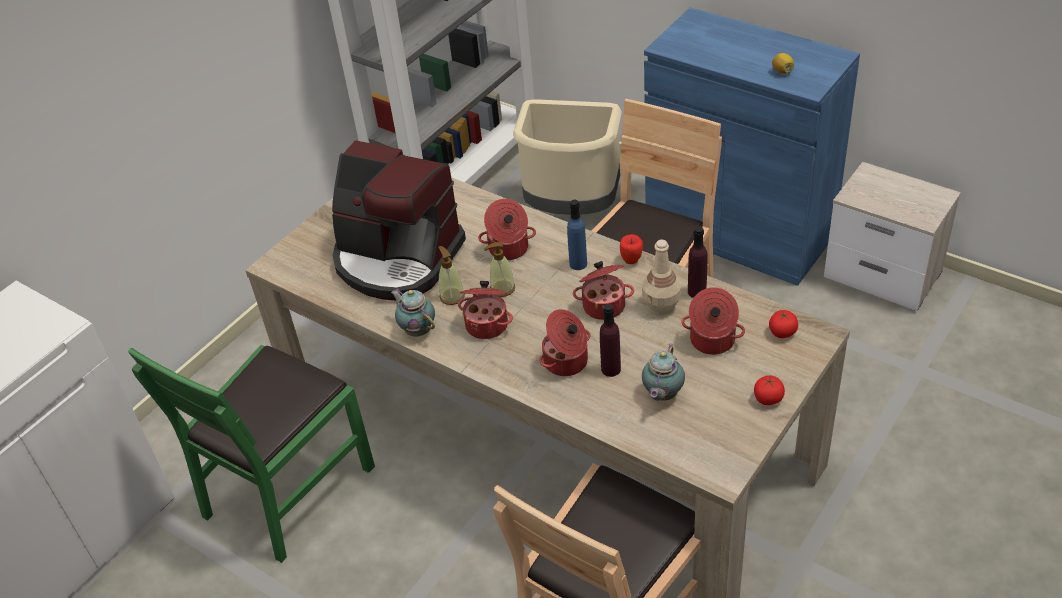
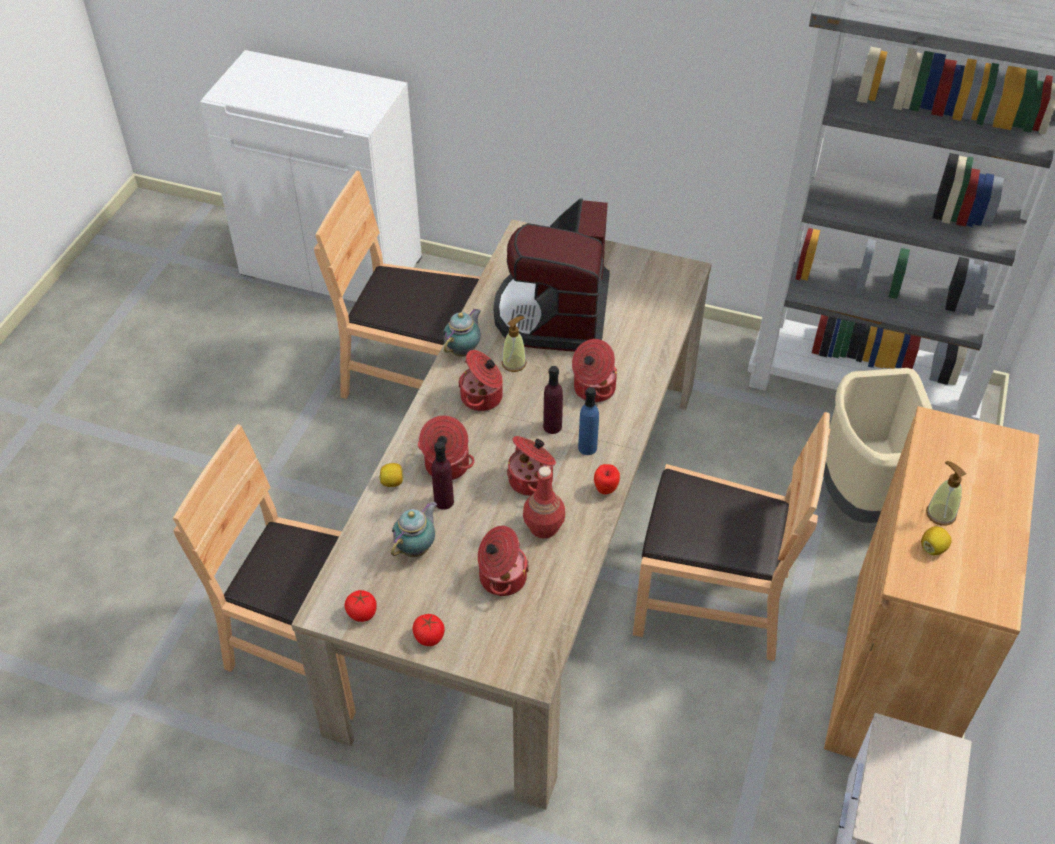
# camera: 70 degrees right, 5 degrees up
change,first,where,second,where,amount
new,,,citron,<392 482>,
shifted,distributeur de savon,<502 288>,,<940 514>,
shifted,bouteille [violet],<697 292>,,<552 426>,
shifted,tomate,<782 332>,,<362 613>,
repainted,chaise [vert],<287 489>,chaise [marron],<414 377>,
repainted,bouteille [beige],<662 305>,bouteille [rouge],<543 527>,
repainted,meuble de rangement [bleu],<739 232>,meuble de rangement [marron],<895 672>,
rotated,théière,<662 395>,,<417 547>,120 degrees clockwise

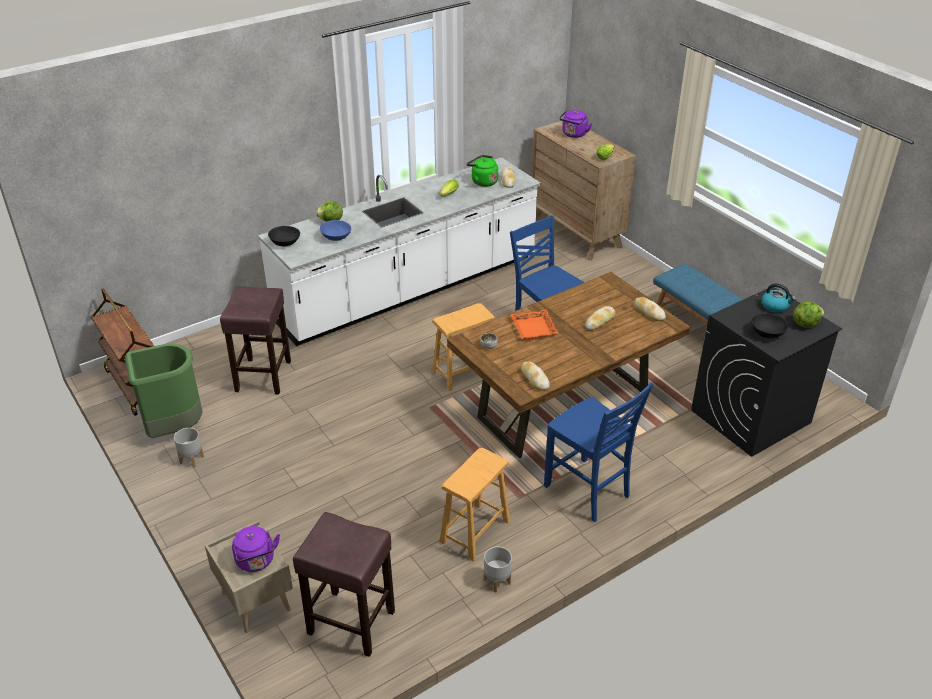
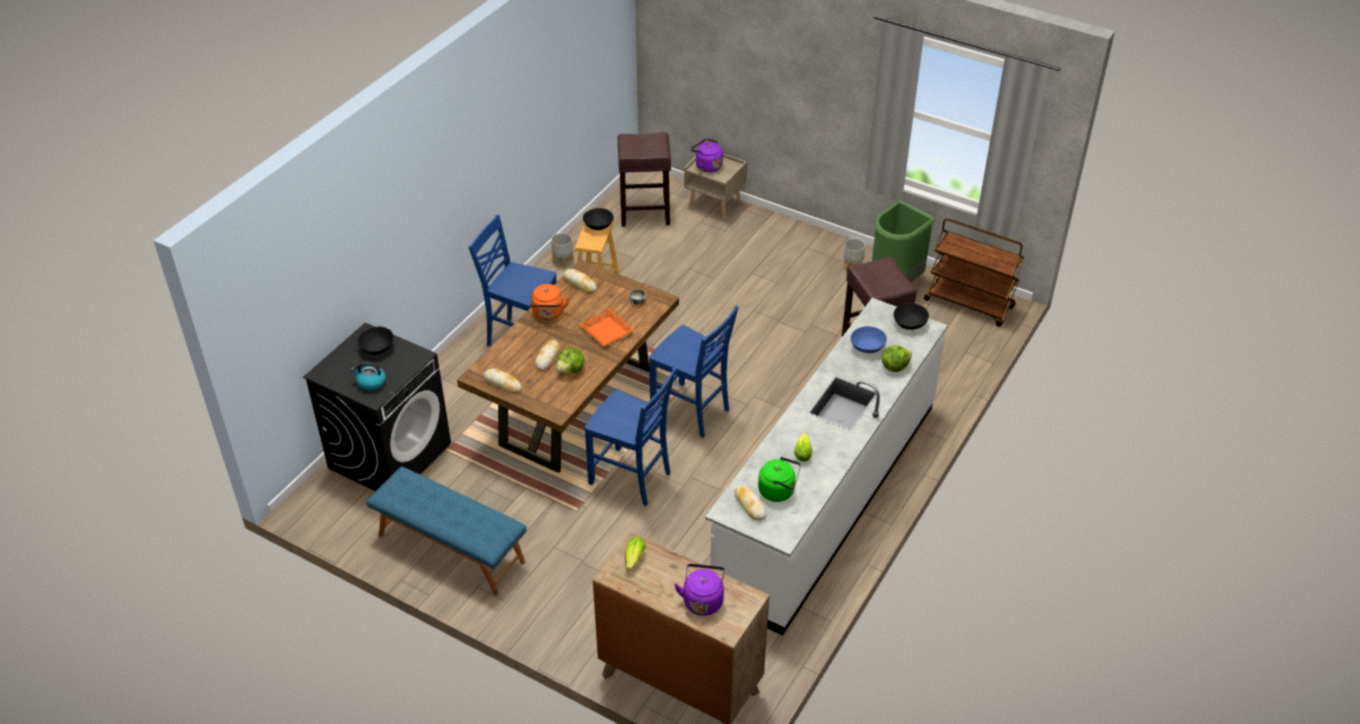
# camera: 155 degrees right, 5 degrees up
change,first,where,second,where,amount
new,,,bouilloire [orange],<548 314>,
new,,,bol [noir],<598 226>,
shifted,laitue,<805 323>,,<571 370>,
swapped,tabouret [marron],<463 372>,chaise [bleu],<692 412>,

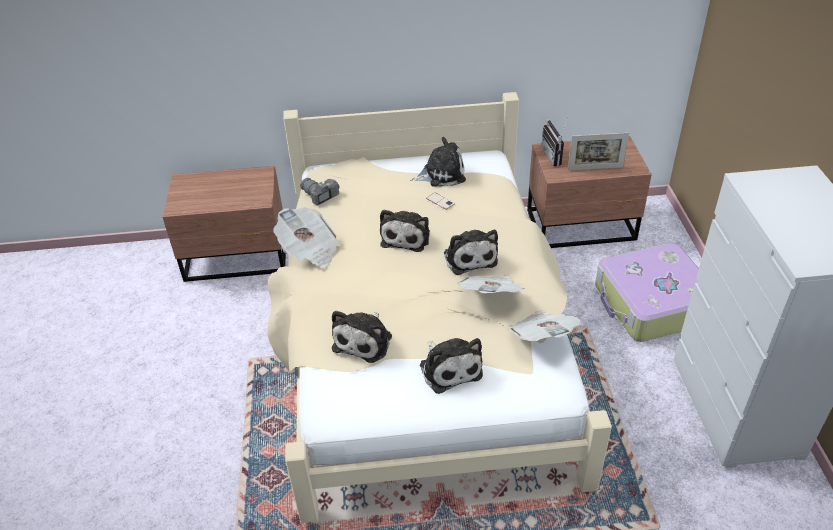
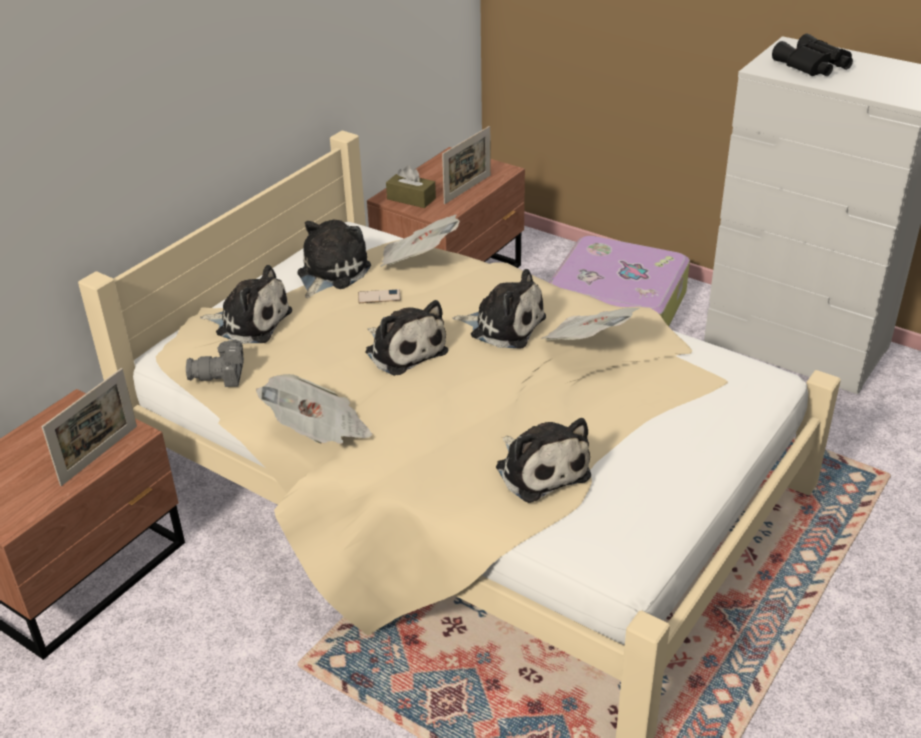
# camera: 50 degrees left, 5 degrees down
change,first,where,second,where,amount
new,,,cadre photo,<99 455>,
new,,,jumelles [noir],<812 66>,
shifted,peluche,<449 368>,,<250 322>,
shifted,journal,<543 337>,,<418 260>,
swapped,radio,<555 156>,boîte à mouchoirs [marron],<411 198>,

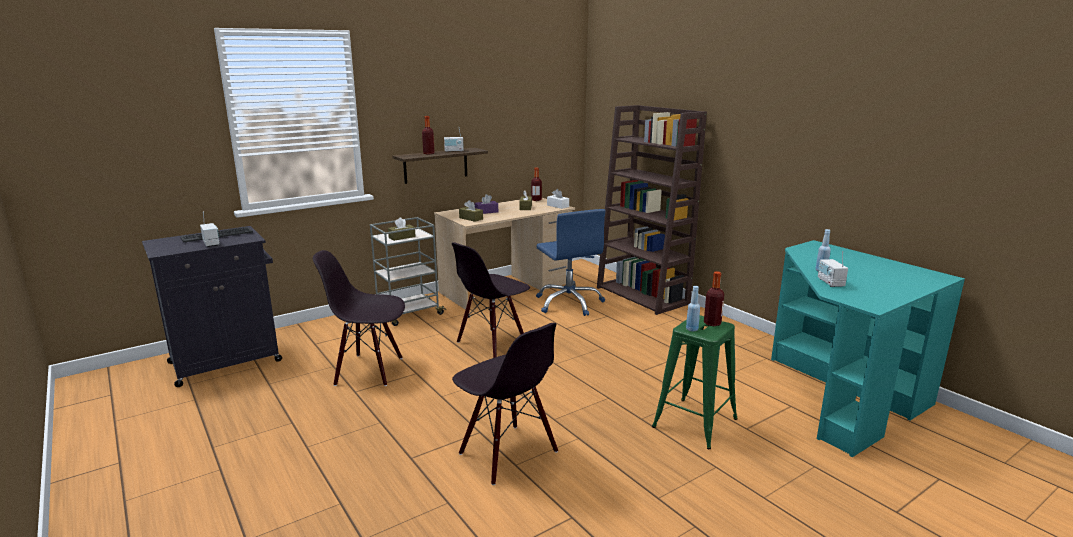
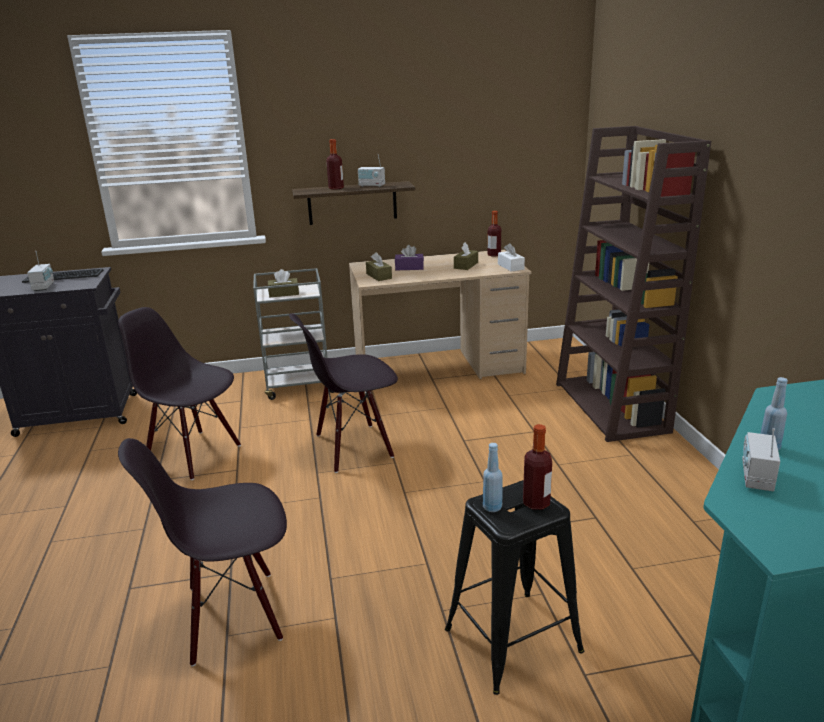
# camera: 25 degrees right, 5 degrees up
change,first,where,second,where,amount
gone,chaise de bureau [bleu],<569 303>,,,
repainted,tabouret [vert],<695 423>,tabouret [noir],<512 640>,
rotated,chaise [noir],<507 453>,,<232 615>,90 degrees clockwise

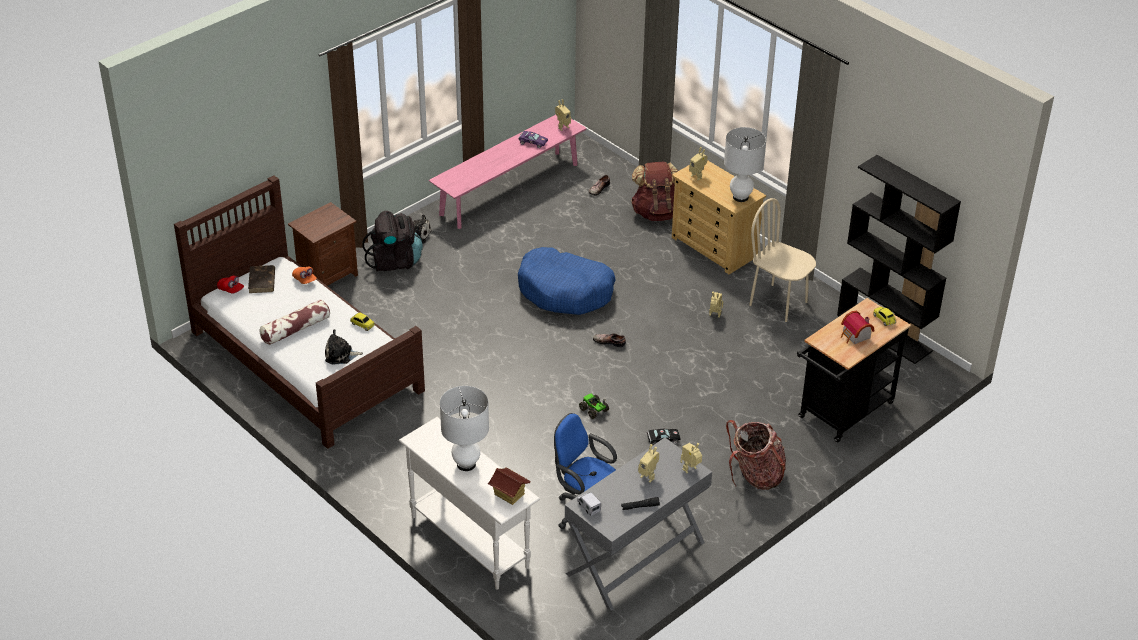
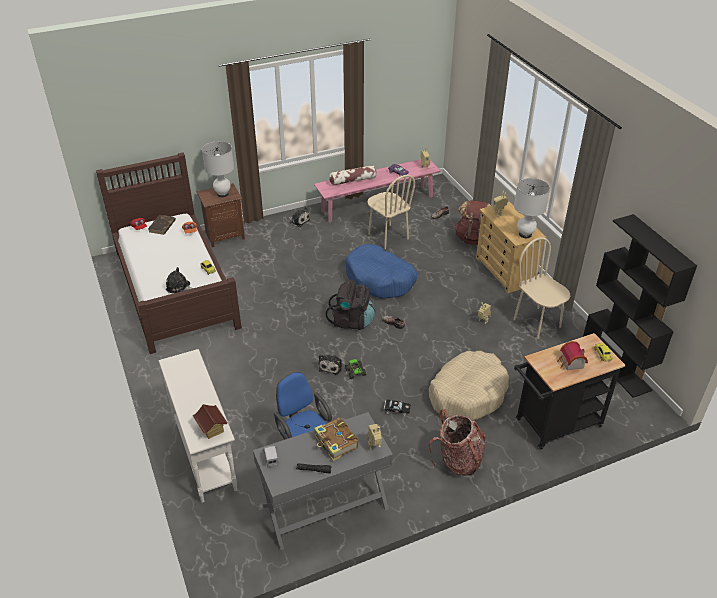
# camera: 20 degrees right, 0 degrees up
change,first,where,second,where,amount
new,,,peluche,<331 366>,
new,,,chaise [beige],<388 236>,
new,,,panier pour chien [beige],<467 393>,
shifted,coussin,<295 329>,,<352 180>,
shifted,sac à dos [noir],<395 261>,,<352 321>,
shifted,lampe de table [blanc],<466 464>,,<223 194>,
swapped,robot jouet,<648 476>,livre,<336 443>,

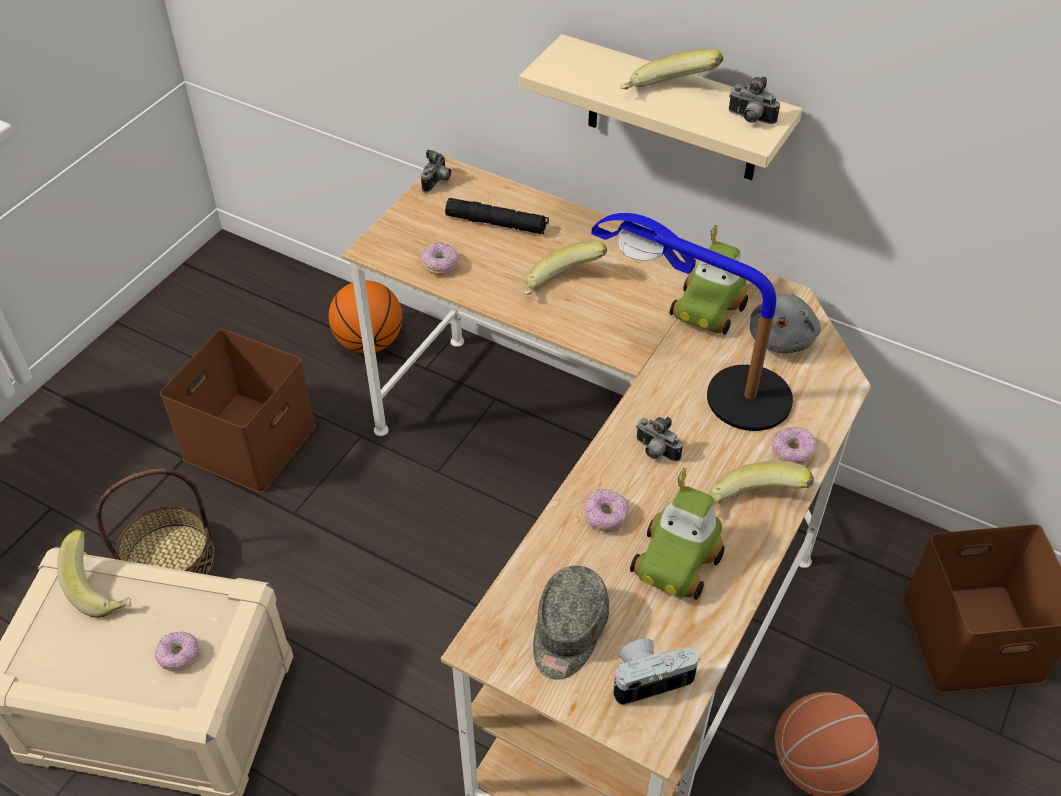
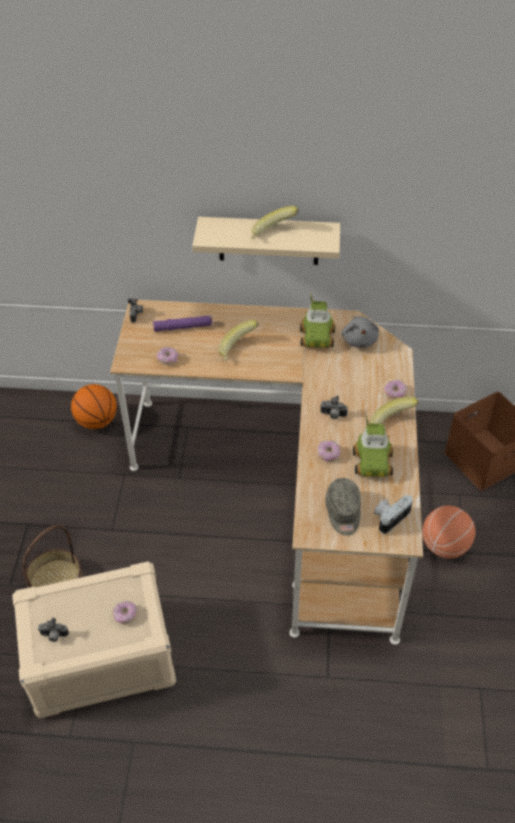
# camera: 25 degrees left, 0 degrees up
change,first,where,second,where,amount
gone,banane,<103 588>,,,
gone,boîte de rangement [marron],<250 444>,,,
gone,lampe de table,<707 379>,,,
shifted,appareil photo,<750 119>,,<54 636>,
repainted,lampe de poche [noir],<496 223>,lampe de poche [violet],<183 327>,

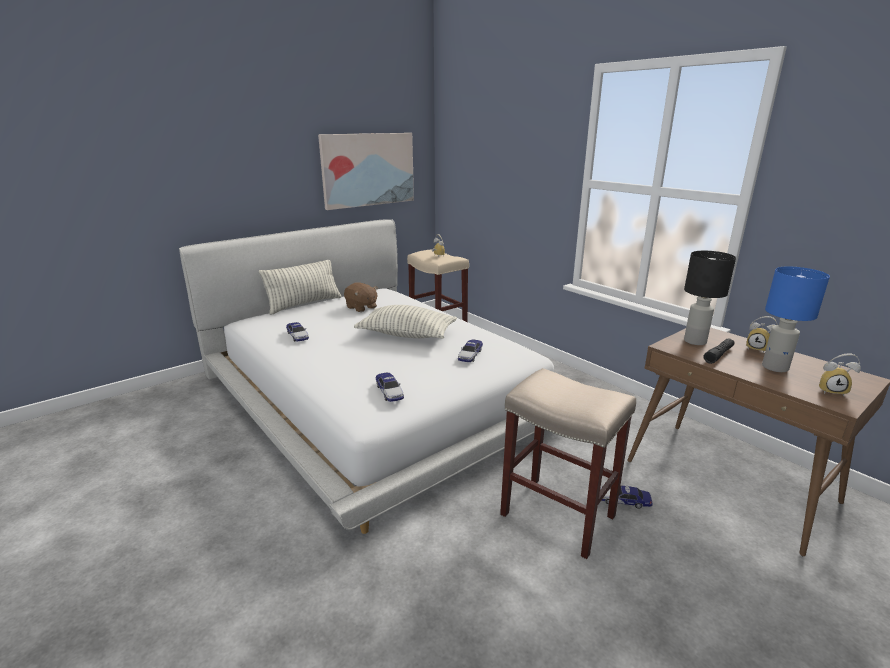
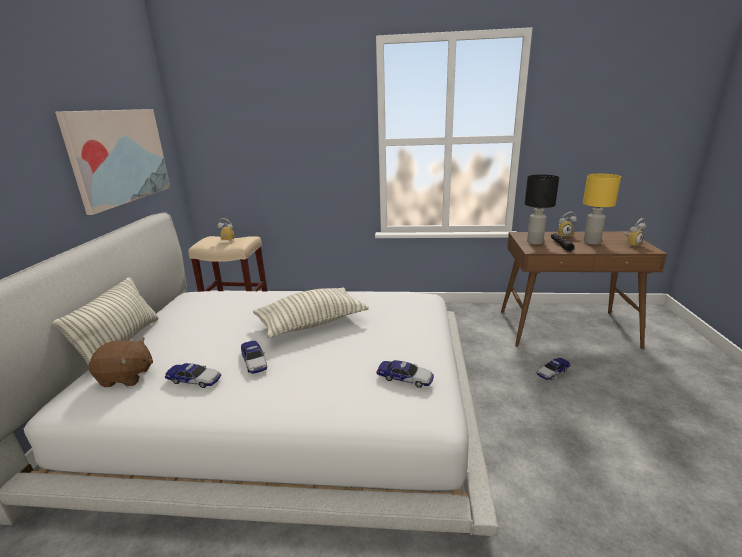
# camera: 45 degrees left, 0 degrees up
change,first,where,second,where,amount
gone,tabouret [beige],<559 515>,,,
shifted,peluche [marron],<361 307>,,<126 377>,
shifted,petite voiture,<470 355>,,<254 361>,
repainted,lampe de table [bleu],<775 367>,lampe de table [jaune],<591 242>,

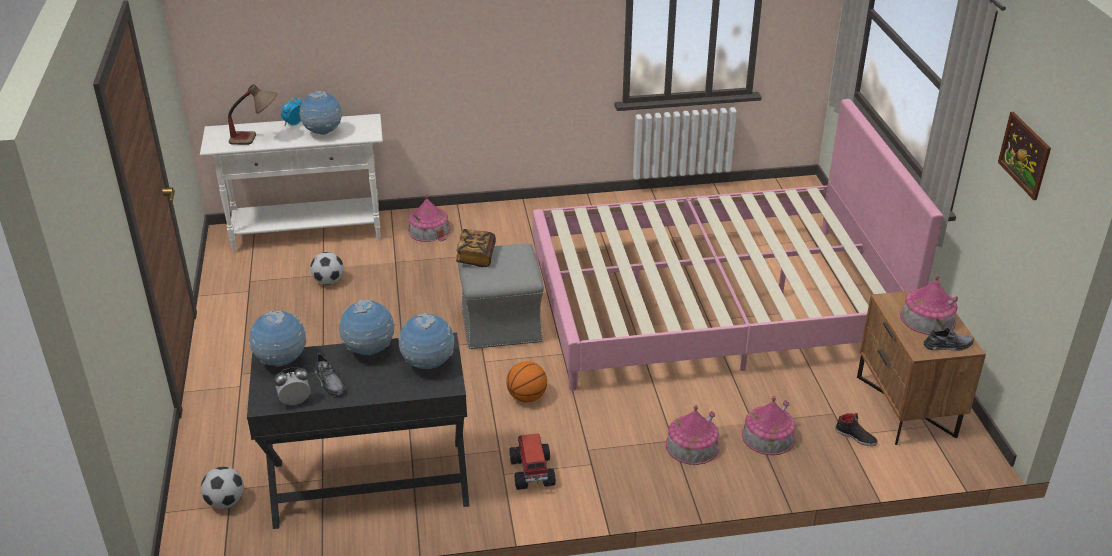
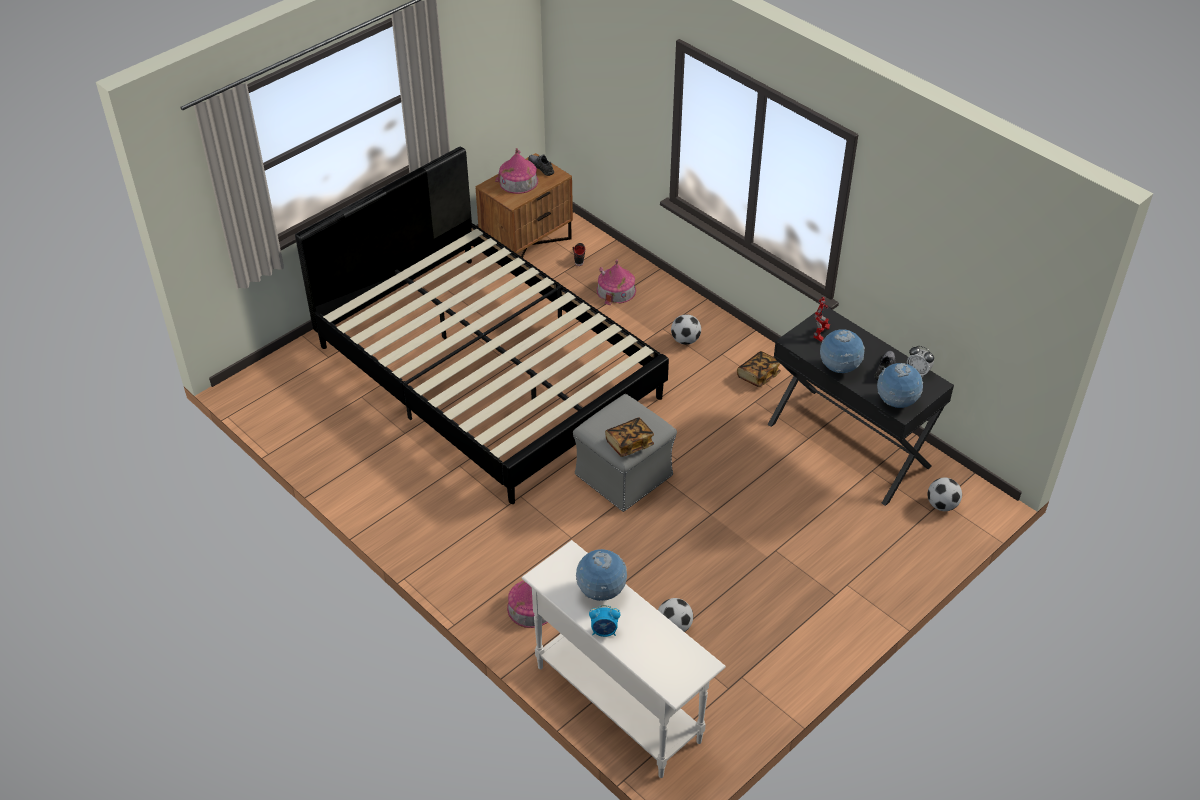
# camera: 125 degrees left, 10 degrees up
change,first,where,second,where,amount
gone,lampe de table,<257 139>,,,
gone,ballon de basket,<527 397>,,,
gone,maison miniature,<692 445>,,,
gone,tableau,<1024 155>,,,
new,,,ballon de foot,<685 340>,
swapped,globe,<428 365>,robot jouet,<820 334>,
swapped,camion jouet,<532 473>,livre,<758 375>,
repainted,lit [rose],<712 304>,lit [noir],<488 370>,

